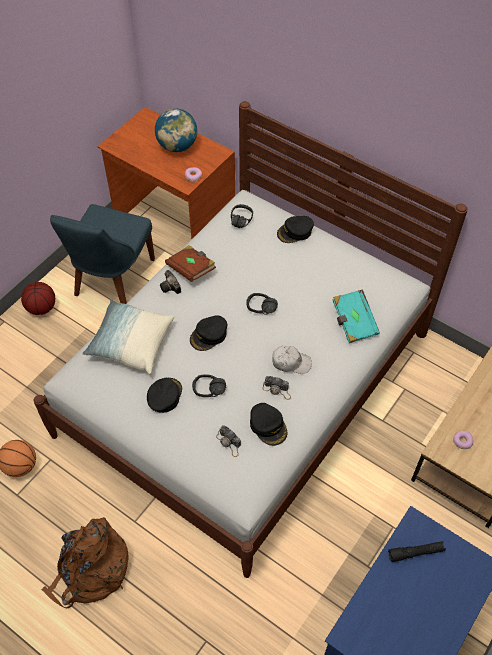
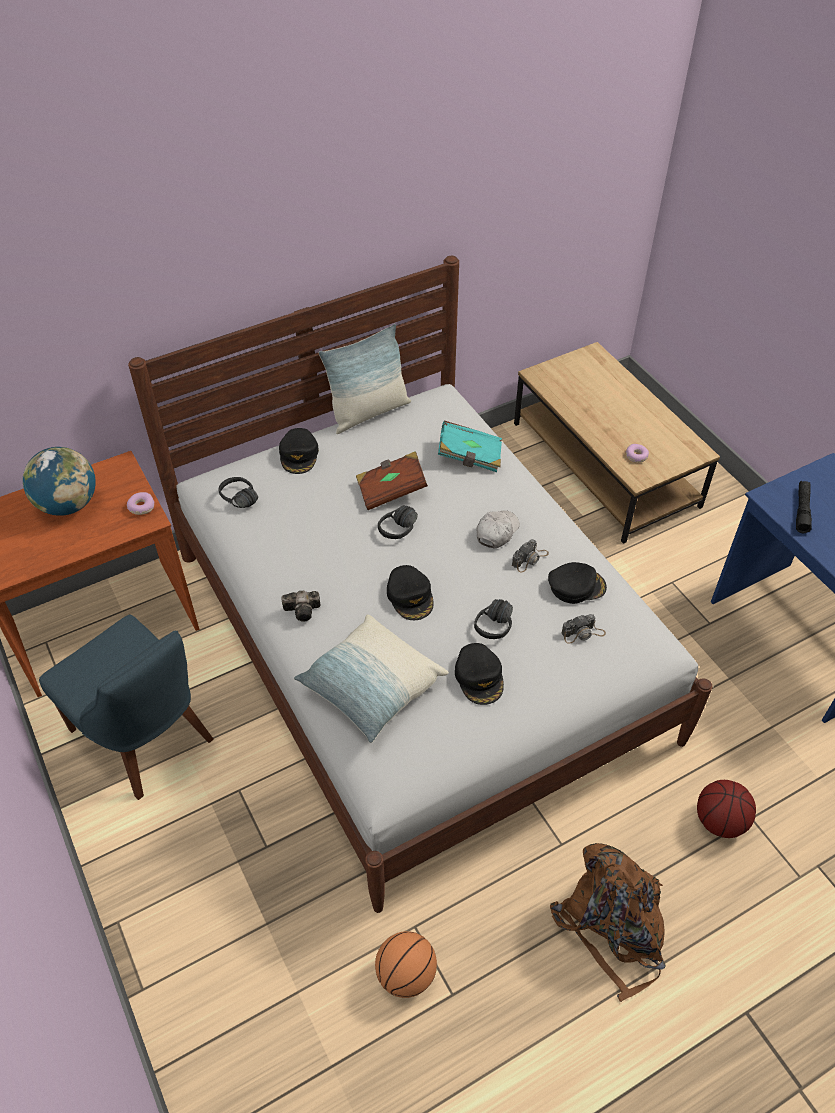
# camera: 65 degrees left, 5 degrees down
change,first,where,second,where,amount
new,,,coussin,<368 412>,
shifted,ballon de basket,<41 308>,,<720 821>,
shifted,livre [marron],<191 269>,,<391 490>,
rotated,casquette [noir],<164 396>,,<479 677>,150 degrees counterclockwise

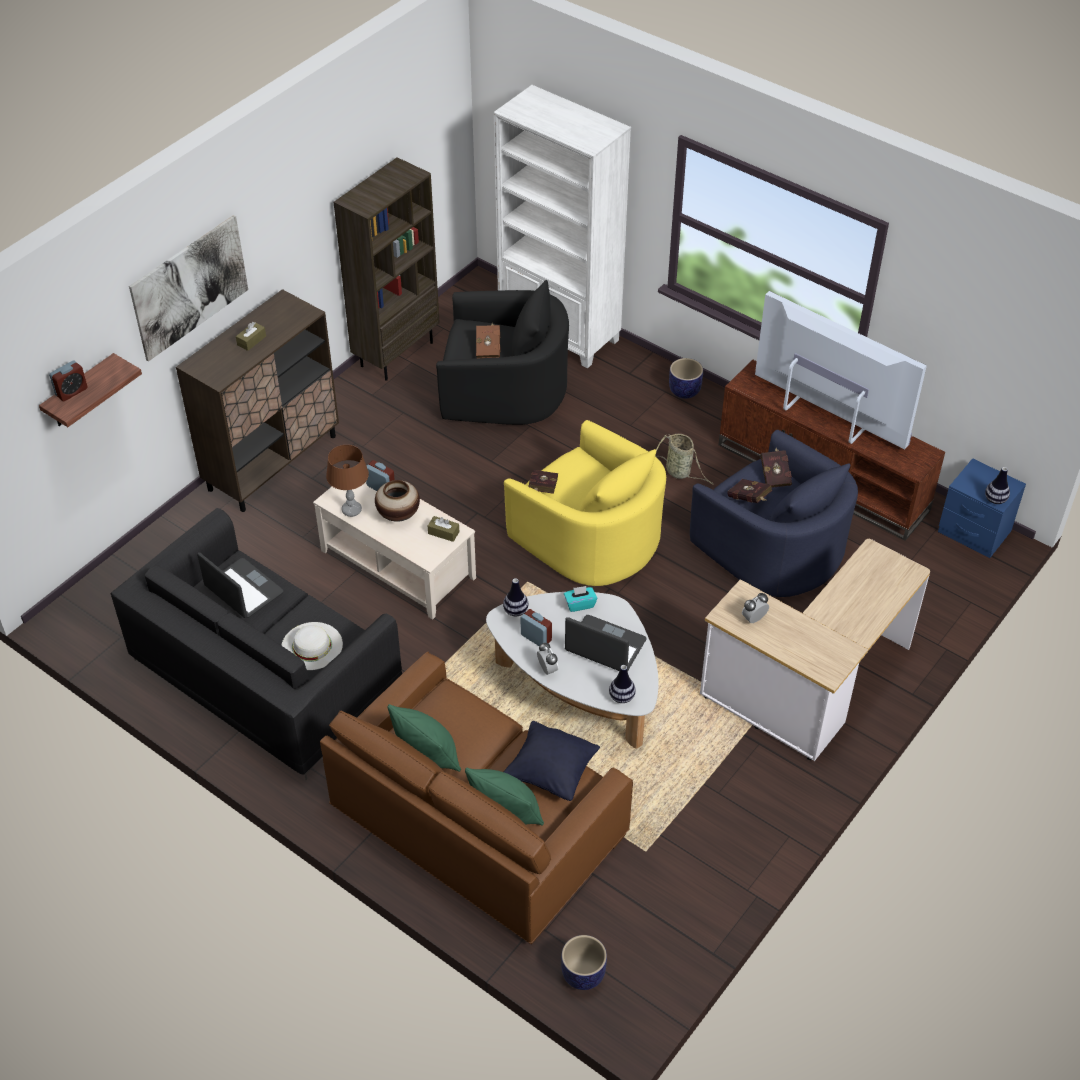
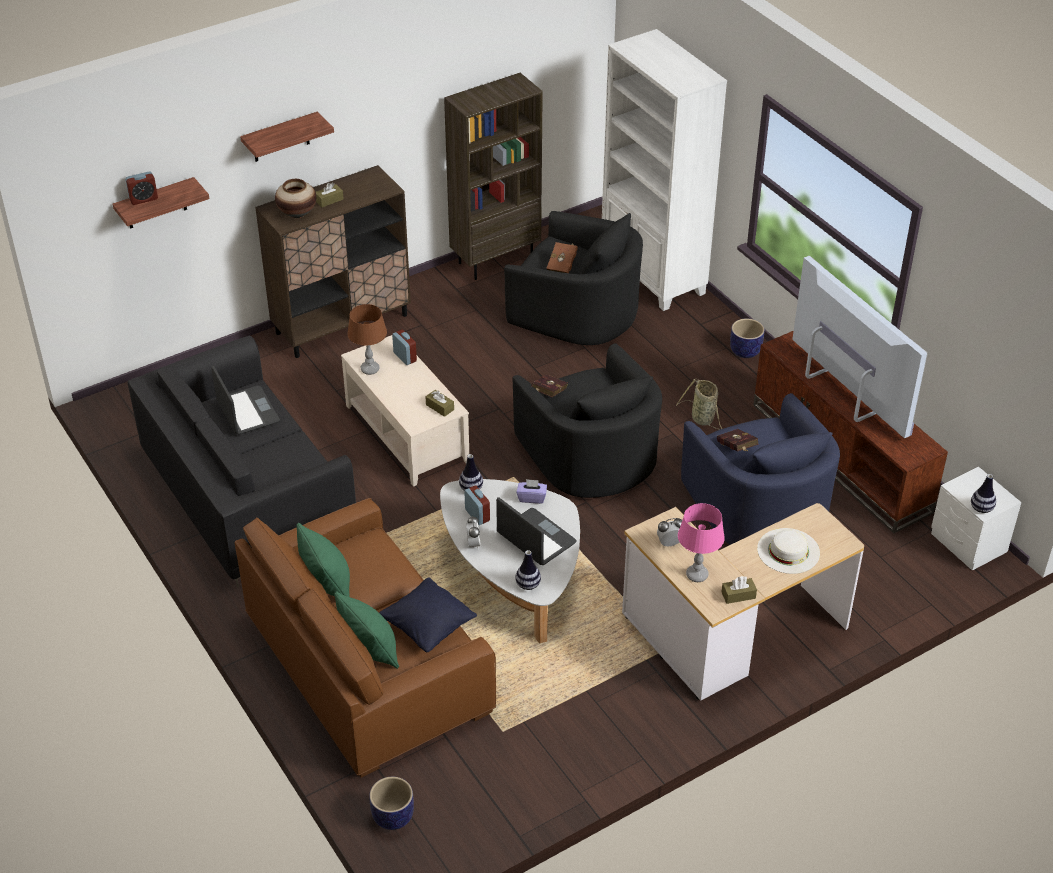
# camera: 20 degrees right, 5 degrees down
change,first,where,second,where,amount
gone,livre [rouge],<775 475>,,,
new,,,lampe de table [rose],<697 575>,
new,,,boîte à mouchoirs [marron],<738 595>,
shifted,chapeau [blanc],<312 646>,,<788 551>,
shifted,vase,<398 515>,,<297 213>,
swapped,tableau,<190 287>,étagère,<280 138>,
repainted,fauteuil [jaune],<589 538>,fauteuil [noir],<590 455>,
repainted,boîte à mouchoirs [turquoise],<580 604>,boîte à mouchoirs [violet],<531 498>,
repainted,table de chevet [bleu],<974 532>,table de chevet [blanc],<968 543>,

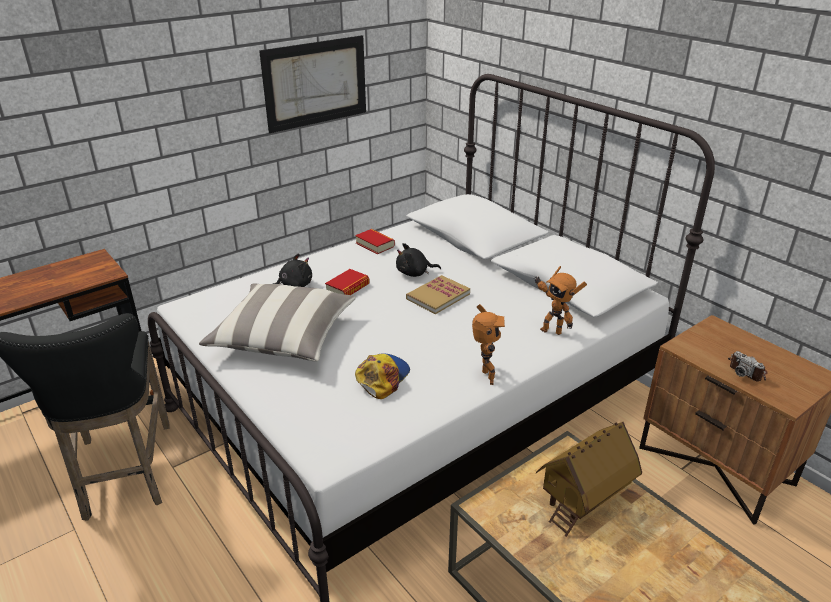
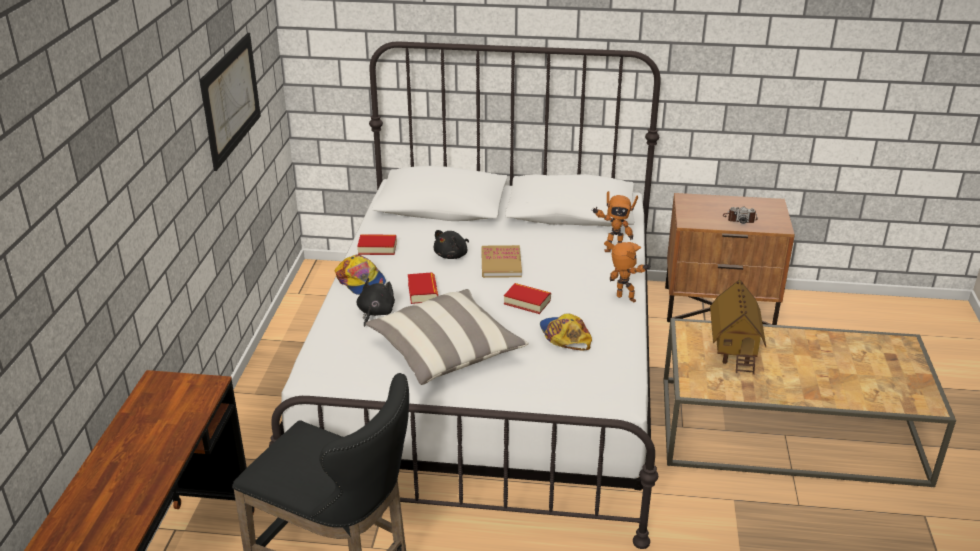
# camera: 45 degrees left, 0 degrees up
change,first,where,second,where,amount
new,,,casquette,<361 281>,
new,,,livre,<527 302>,

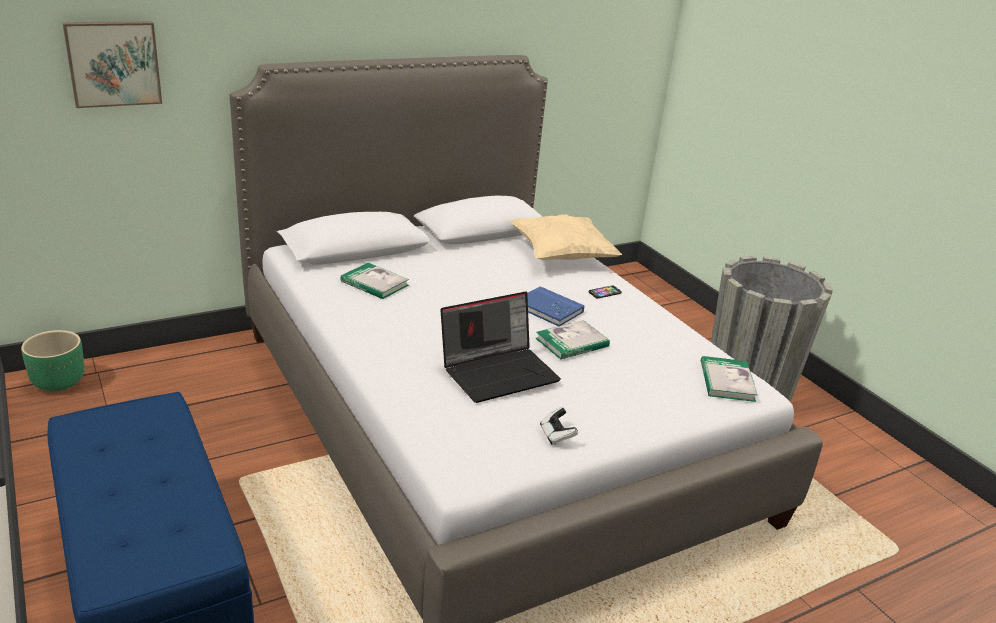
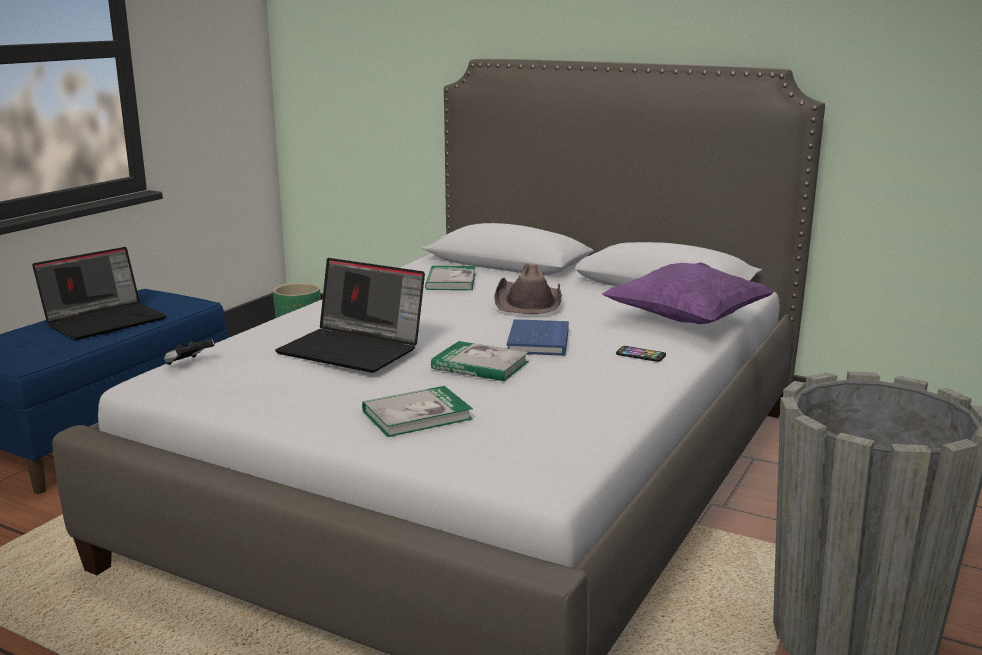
# camera: 60 degrees right, 10 degrees down
change,first,where,second,where,amount
gone,tableau,<113 63>,,,
new,,,ordinateur portable,<106 321>,
new,,,chapeau [marron],<529 302>,
shifted,manette,<556 435>,,<189 363>,
shifted,livre,<726 381>,,<417 415>,
repainted,coussin [beige],<562 256>,coussin [violet],<686 321>,

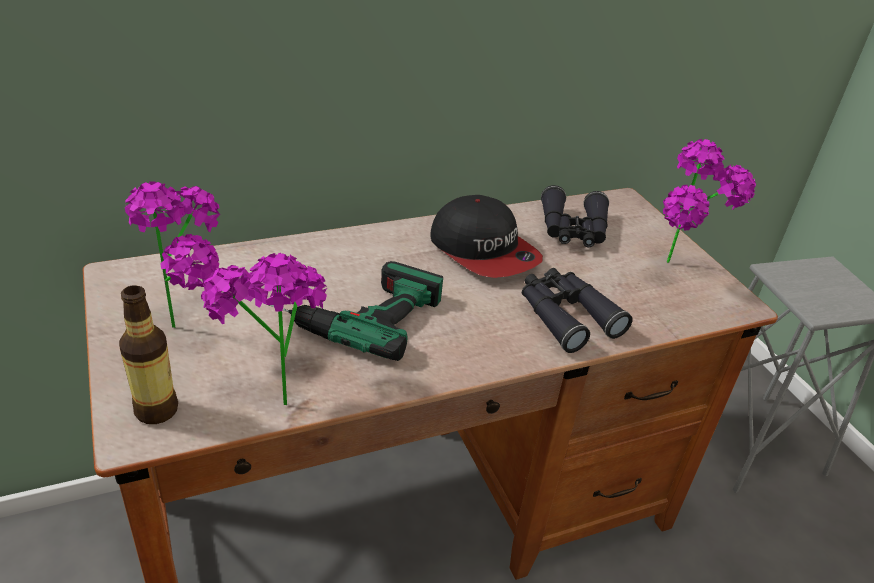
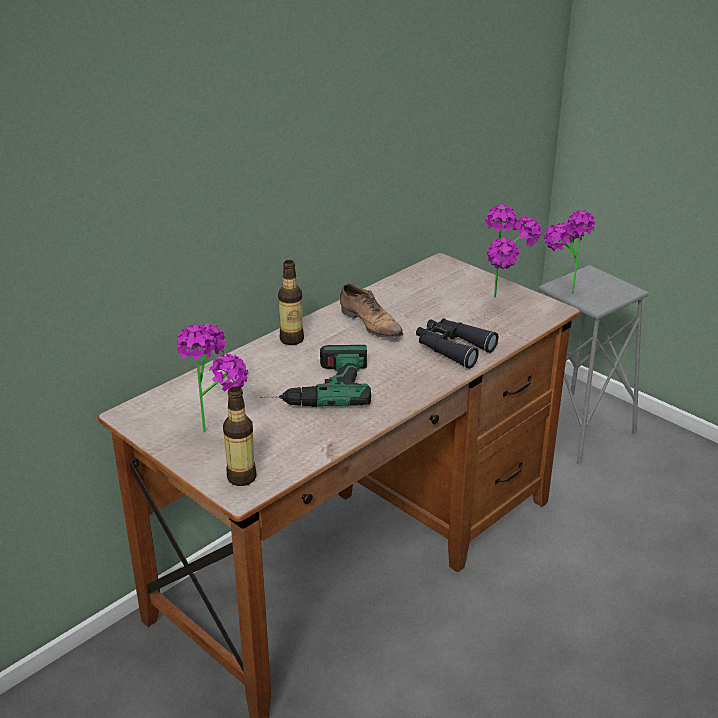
# camera: 20 degrees left, 5 degrees down
change,first,where,second,where,amount
gone,jumelles [noir],<573 230>,,,
new,,,bouteille,<292 339>,
shifted,plante en pot,<273 391>,,<561 290>,
swapped,casquette,<484 250>,chaussure,<370 324>,

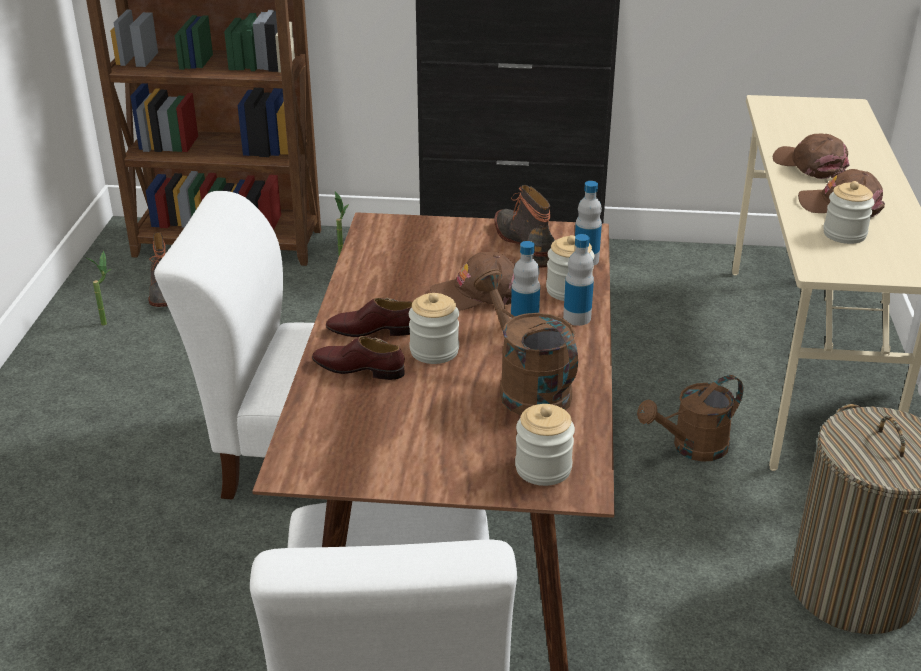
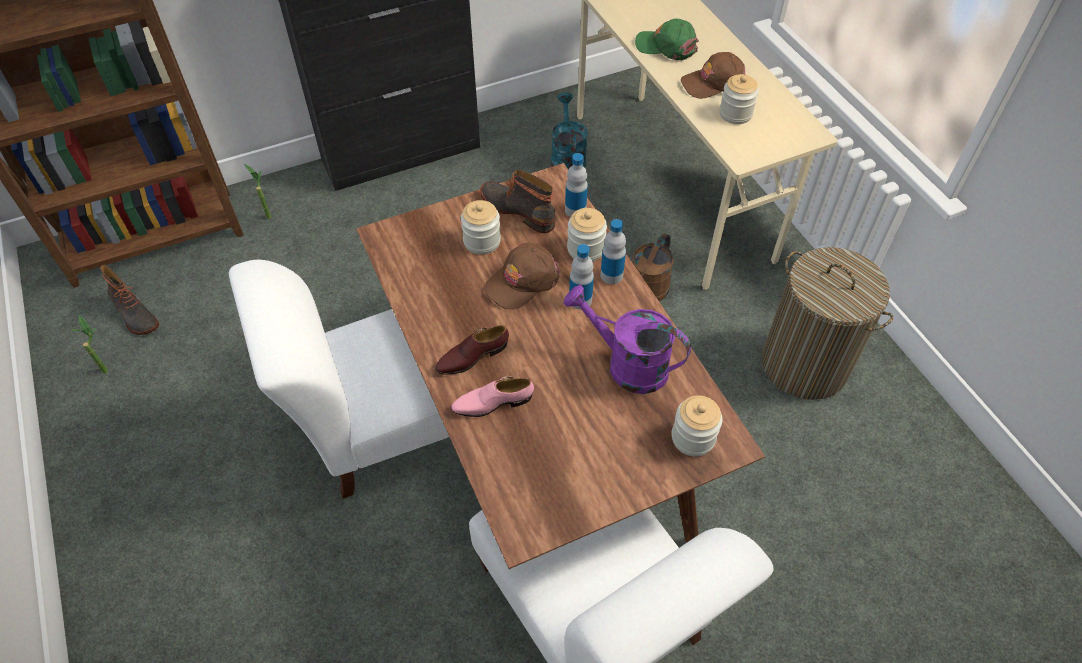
# camera: 30 degrees left, 20 degrees up
change,first,where,second,where,amount
new,,,arrosoir [turquoise],<567 157>,
shifted,bocal,<434 351>,,<482 241>,
repainted,chaussure [marron],<358 369>,chaussure [rose],<492 403>,
repainted,arrosoir [marron],<526 388>,arrosoir [violet],<627 364>,
repainted,casquette [marron],<810 165>,casquette [vert],<666 46>,

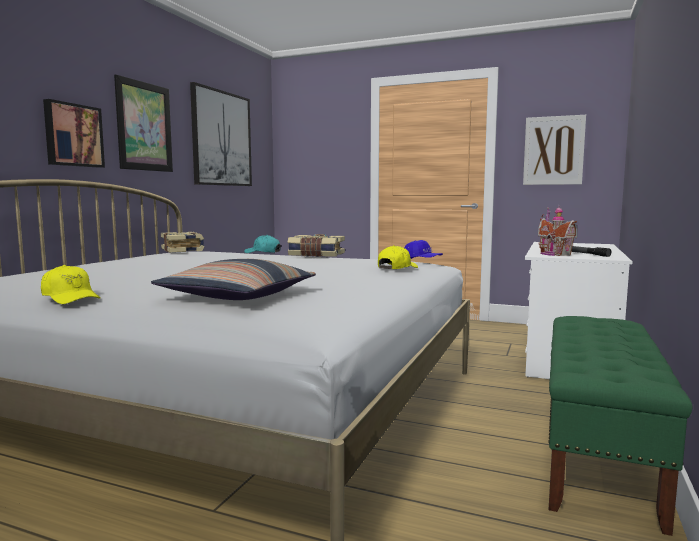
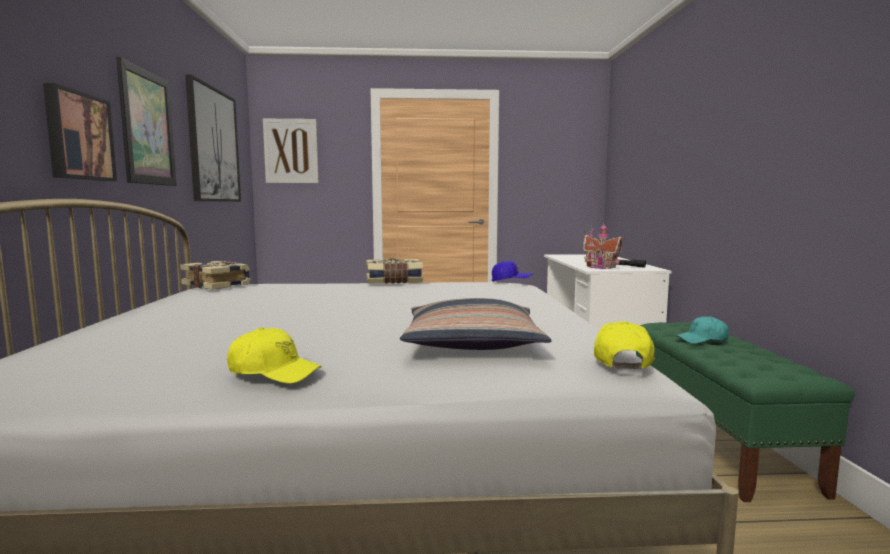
# camera: 25 degrees left, 0 degrees up
change,first,where,second,where,amount
shifted,casquette [turquoise],<263 252>,,<702 339>,
shifted,casquette [jaune],<397 268>,,<621 360>,
shifted,tableau,<553 150>,,<291 151>,

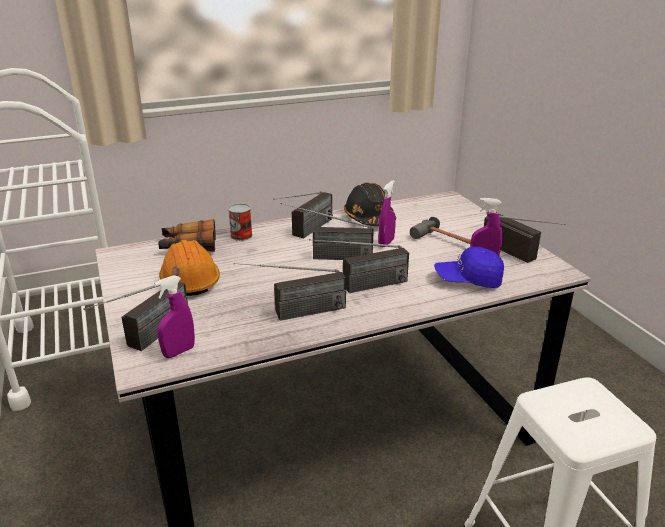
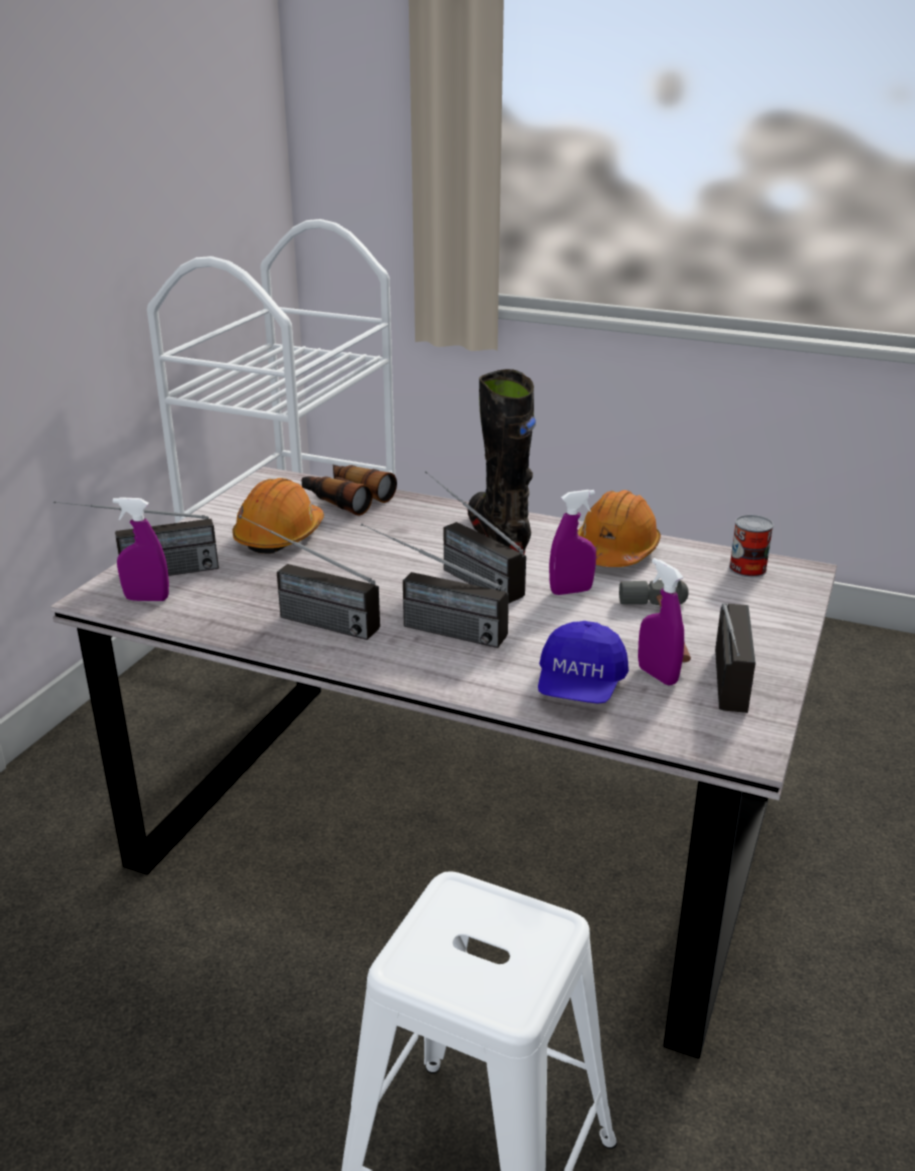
# camera: 45 degrees right, 0 degrees up
change,first,where,second,where,amount
shifted,boîte métallique,<241 235>,,<747 568>,
swapped,radio,<306 232>,botte [noir],<498 536>,
repainted,casque de chantier [noir],<369 218>,casque de chantier [orange],<615 551>,
rotated,casquette [bleu],<468 280>,,<580 686>,120 degrees counterclockwise

